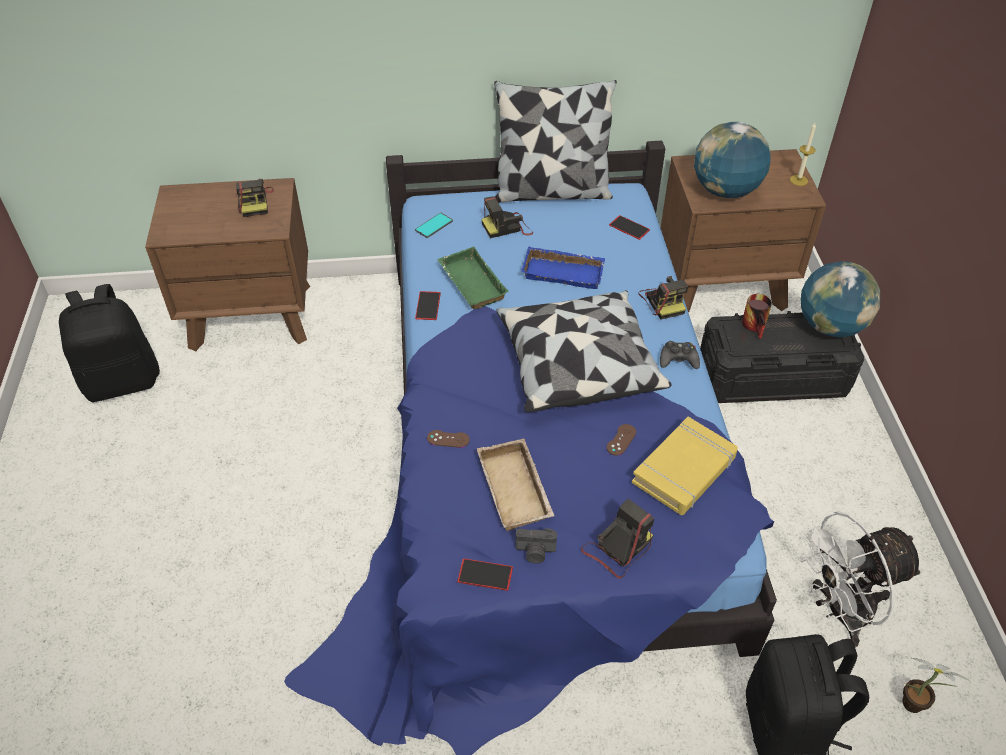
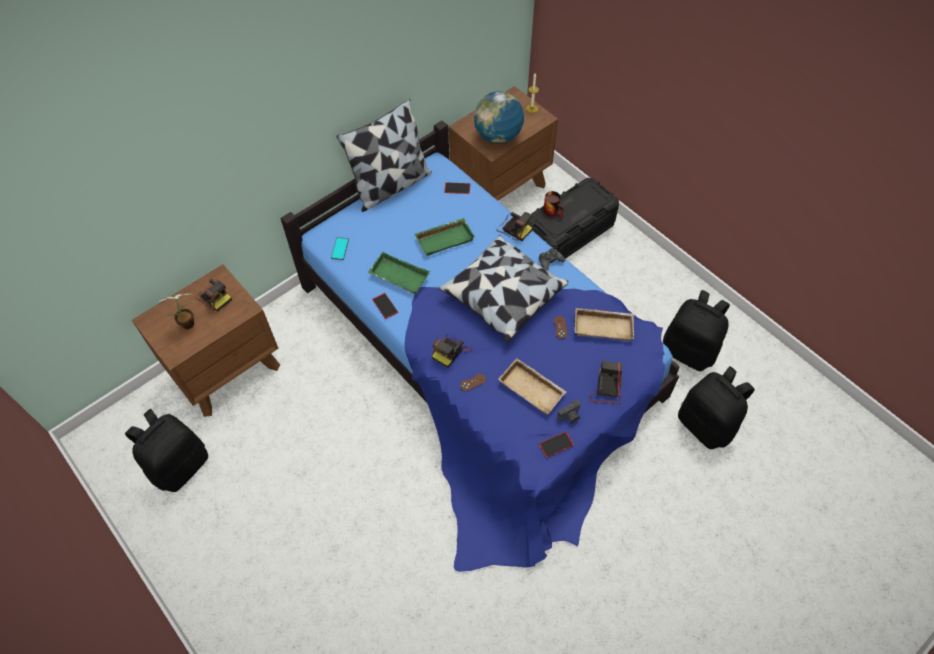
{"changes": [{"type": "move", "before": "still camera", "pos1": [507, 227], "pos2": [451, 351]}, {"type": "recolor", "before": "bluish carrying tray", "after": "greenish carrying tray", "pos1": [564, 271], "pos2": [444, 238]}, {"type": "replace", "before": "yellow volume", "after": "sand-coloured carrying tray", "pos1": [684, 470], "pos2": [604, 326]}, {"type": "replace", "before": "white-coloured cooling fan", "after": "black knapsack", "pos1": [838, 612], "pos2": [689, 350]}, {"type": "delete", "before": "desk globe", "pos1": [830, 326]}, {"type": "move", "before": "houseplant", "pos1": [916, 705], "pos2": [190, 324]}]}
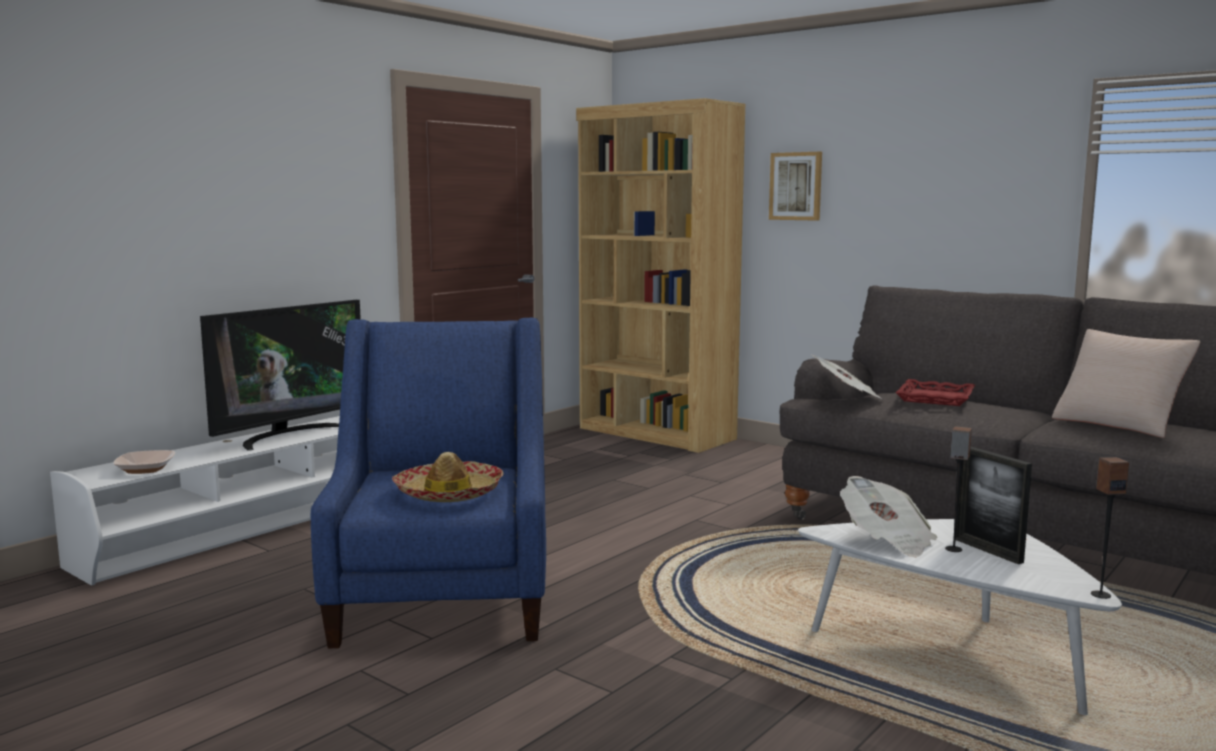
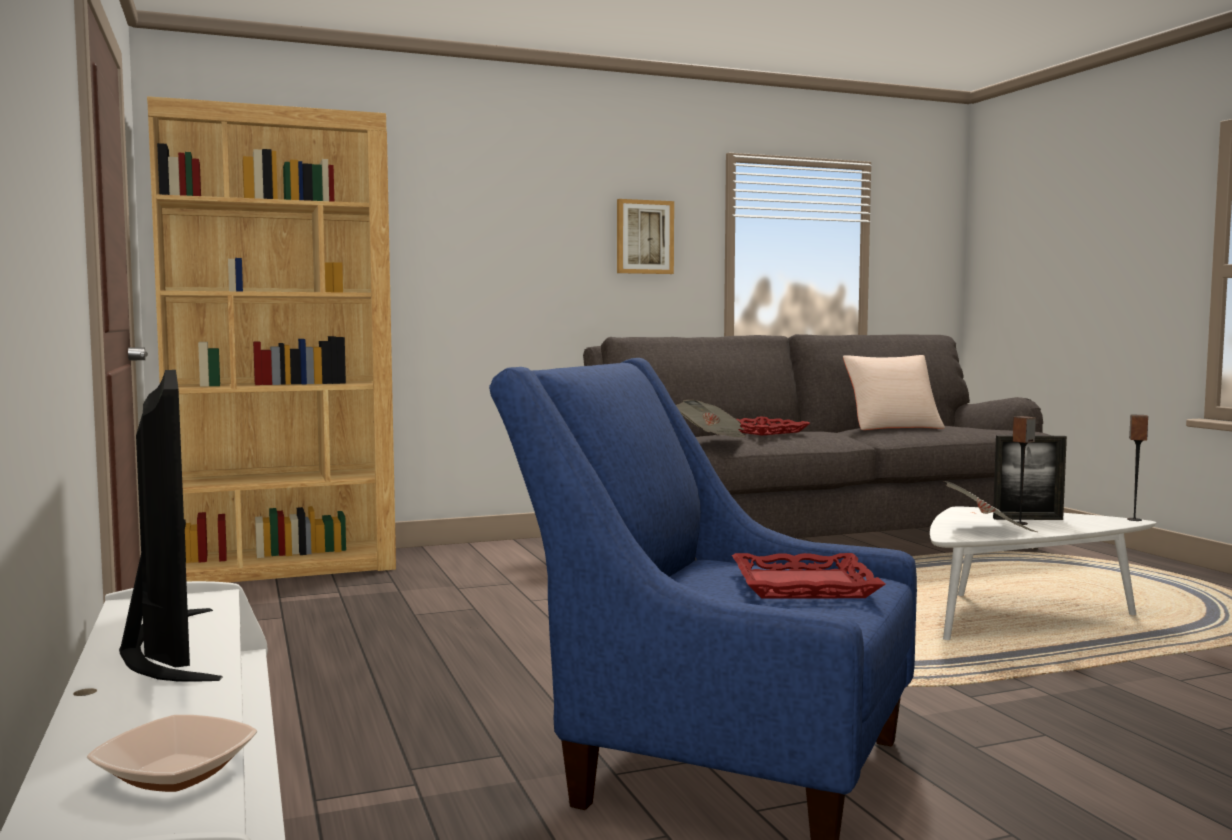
{"changes": [{"type": "replace", "before": "hat", "after": "red carrying tray", "pos1": [449, 493], "pos2": [804, 586]}, {"type": "move", "before": "picture", "pos1": [796, 186], "pos2": [644, 237]}]}
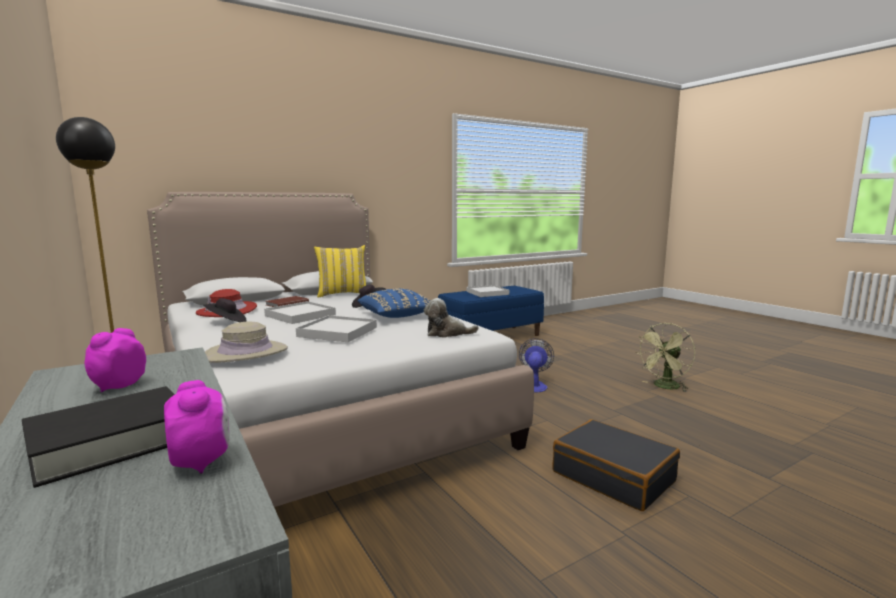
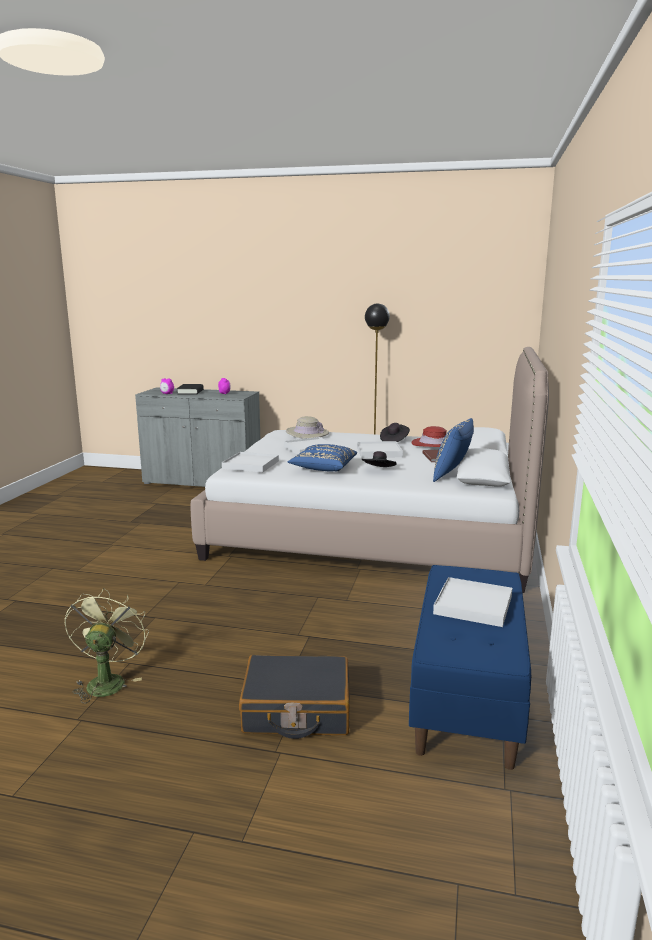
{"changes": [{"type": "recolor", "before": "yellow pillow", "after": "bluish pillow", "pos1": [342, 294], "pos2": [452, 476]}, {"type": "replace", "before": "plush toy", "after": "white-coloured carrying tray", "pos1": [447, 333], "pos2": [250, 465]}, {"type": "delete", "before": "cooling fan", "pos1": [534, 385]}, {"type": "move", "before": "black travel case", "pos1": [613, 476], "pos2": [296, 710]}]}
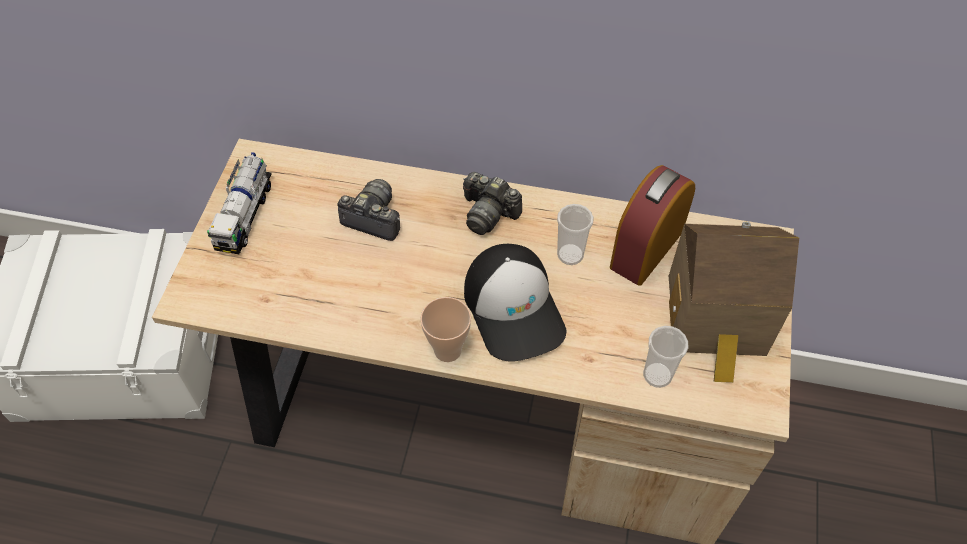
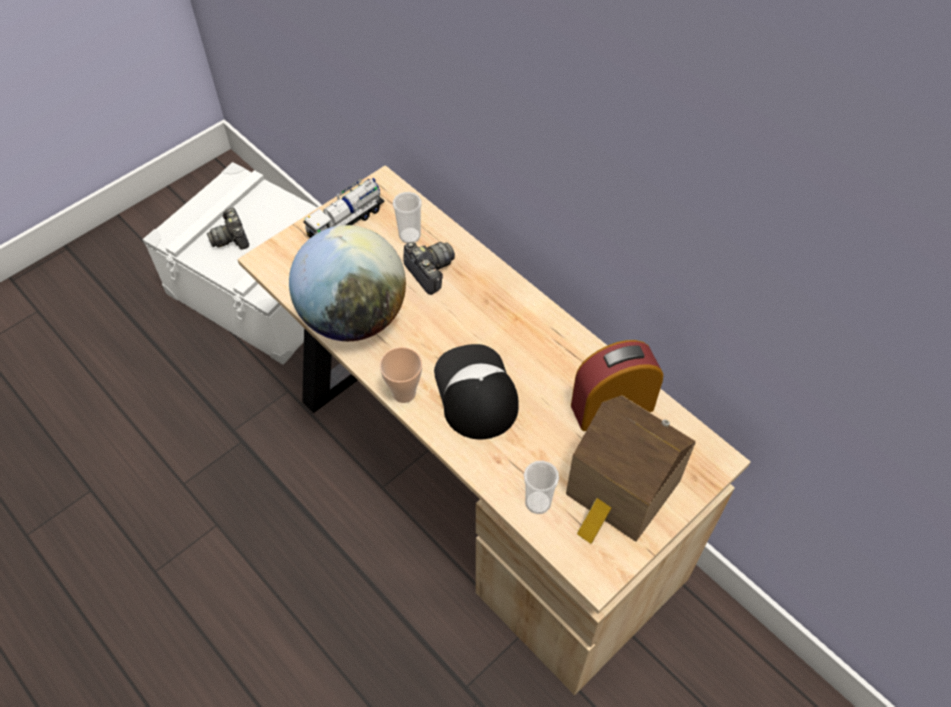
{"changes": [{"type": "move", "before": "still camera", "pos1": [488, 213], "pos2": [231, 238]}, {"type": "rotate", "before": "peaked cap", "pos1": [514, 308], "pos2": [475, 392], "turn": 150}, {"type": "move", "before": "small cup", "pos1": [570, 254], "pos2": [410, 236]}, {"type": "insert", "after": "desk globe", "pos2": [353, 317]}]}
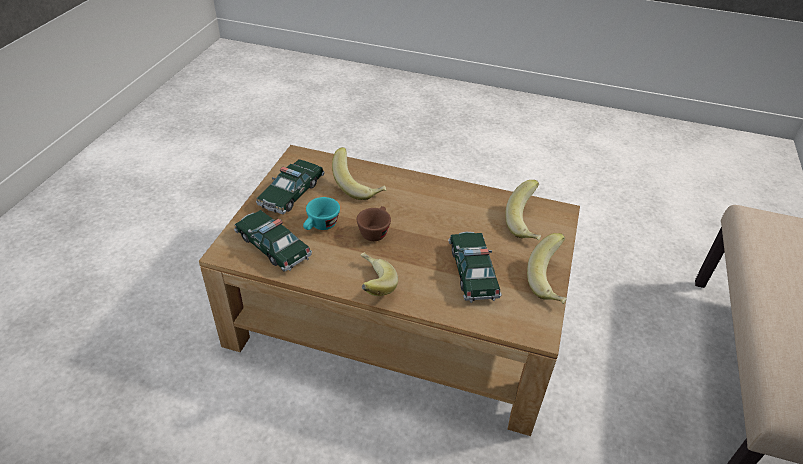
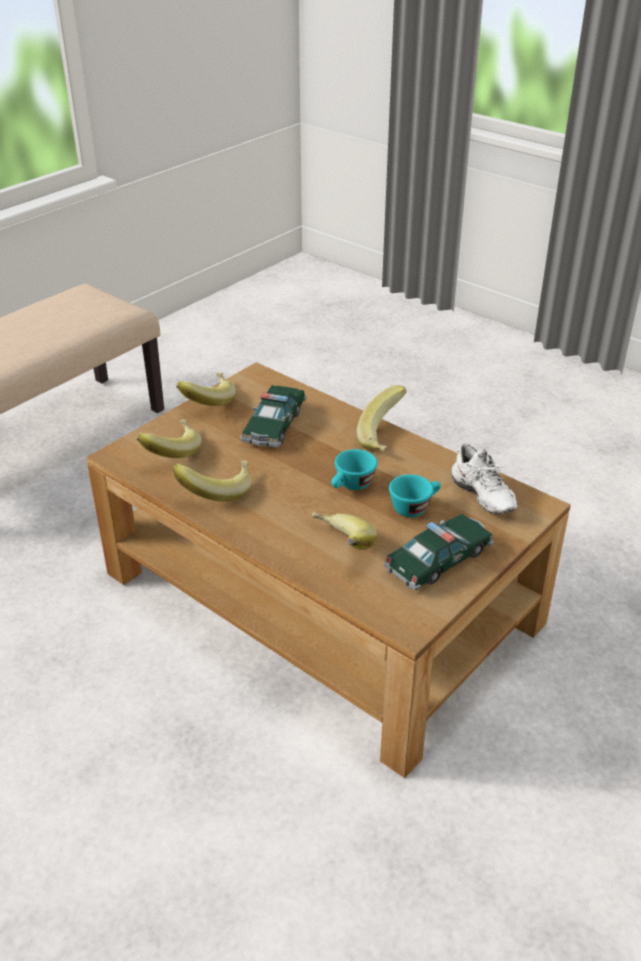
{"changes": [{"type": "replace", "before": "model car", "after": "white-coloured low shoe", "pos1": [273, 246], "pos2": [480, 497]}, {"type": "recolor", "before": "brownish small cup", "after": "blue-green small cup", "pos1": [375, 231], "pos2": [351, 486]}, {"type": "insert", "after": "whole banana", "pos2": [217, 490]}]}
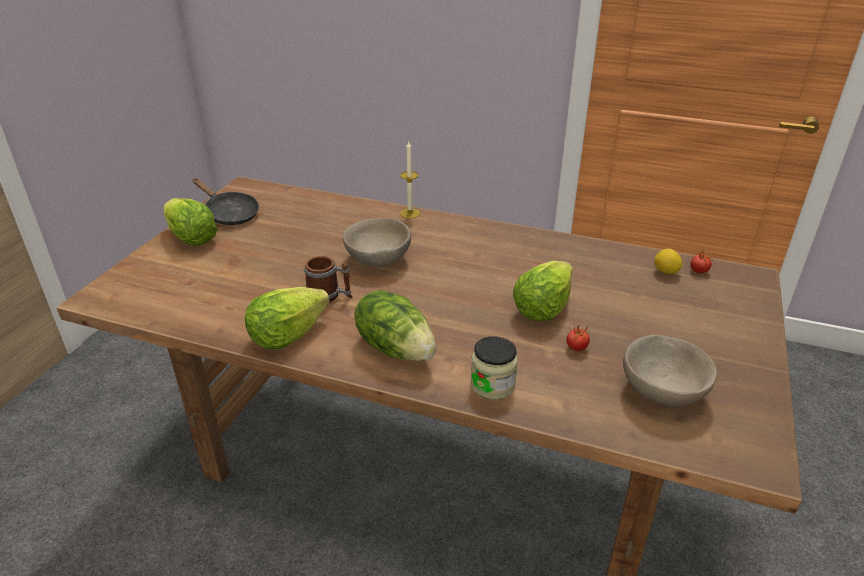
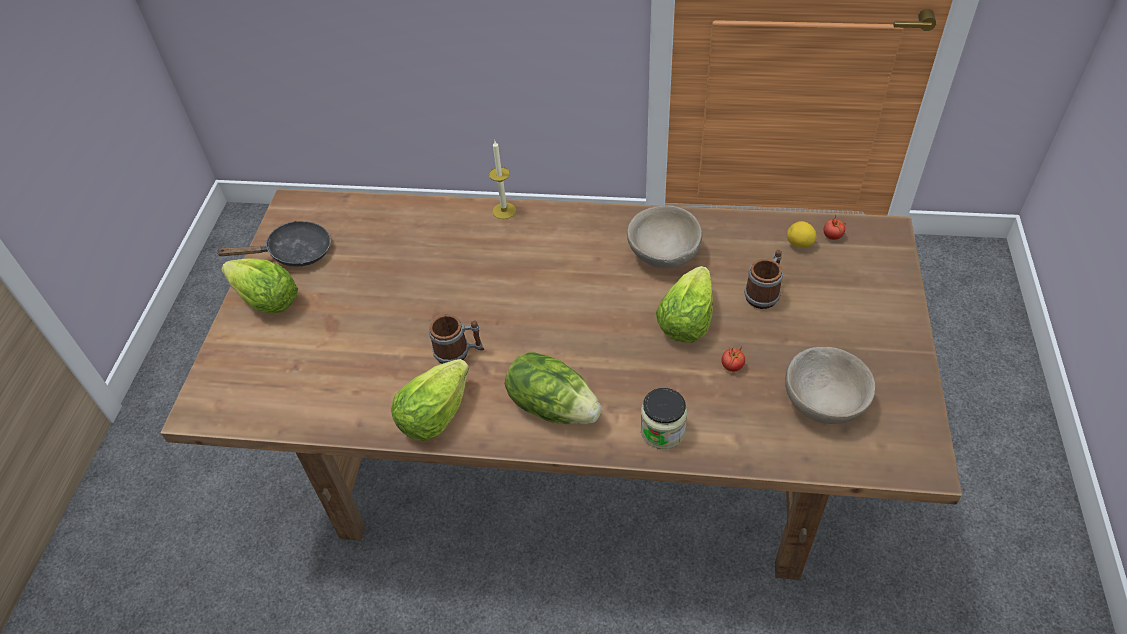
{"changes": [{"type": "rotate", "before": "black skillet", "pos1": [229, 214], "pos2": [293, 253], "turn": -45}, {"type": "move", "before": "sand-coloured serving bowl", "pos1": [377, 259], "pos2": [662, 254]}, {"type": "insert", "after": "mug", "pos2": [764, 293]}]}
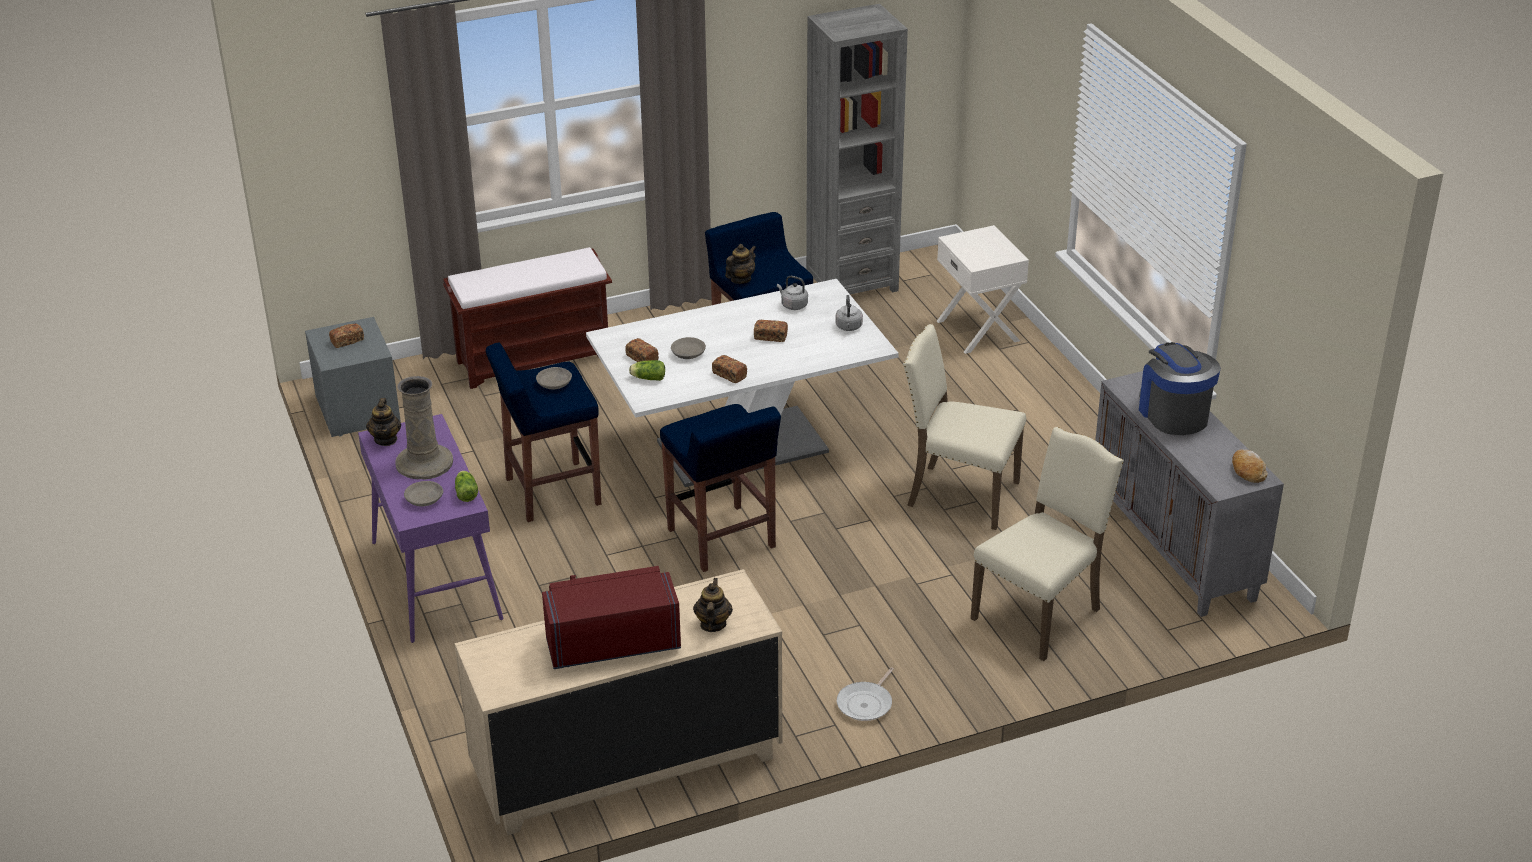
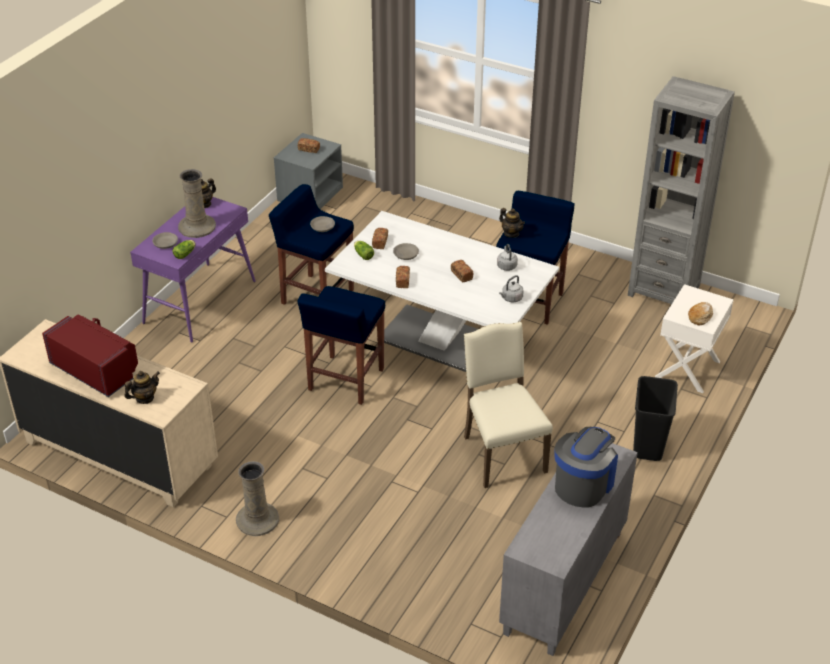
{"changes": [{"type": "delete", "before": "brownish long seat", "pos1": [535, 359]}, {"type": "rotate", "before": "teapot", "pos1": [740, 279], "pos2": [511, 233], "turn": 45}, {"type": "replace", "before": "skillet", "after": "sand-coloured vase", "pos1": [866, 703], "pos2": [258, 520]}, {"type": "delete", "before": "sand-coloured plain chair", "pos1": [1040, 614]}, {"type": "move", "before": "baked bread", "pos1": [1247, 471], "pos2": [700, 316]}, {"type": "insert", "after": "black rubbish bin", "pos2": [647, 446]}]}
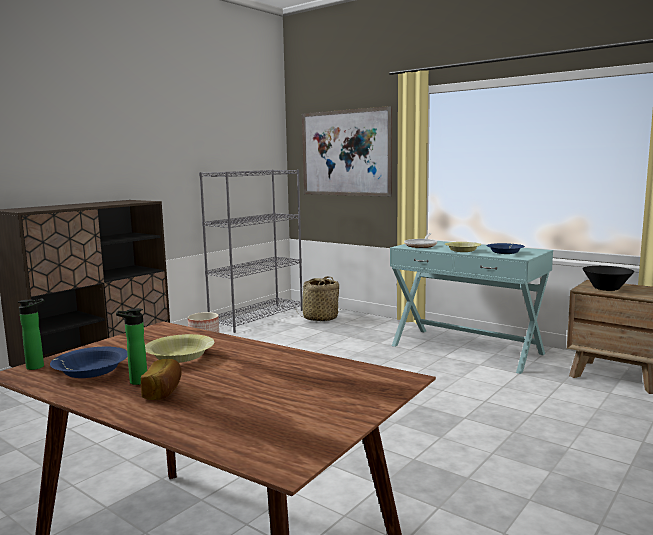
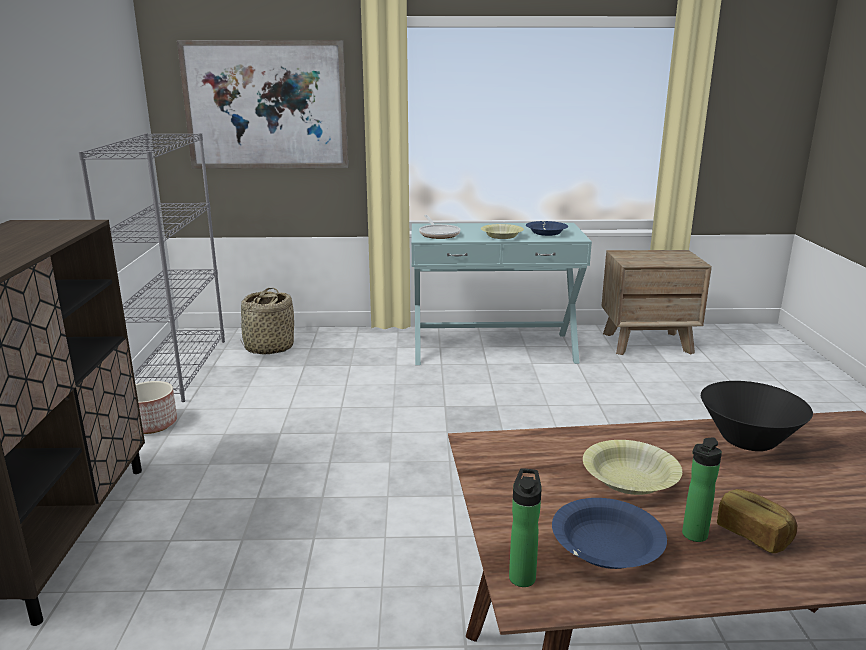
{"changes": [{"type": "move", "before": "black serving bowl", "pos1": [606, 289], "pos2": [748, 440]}]}
